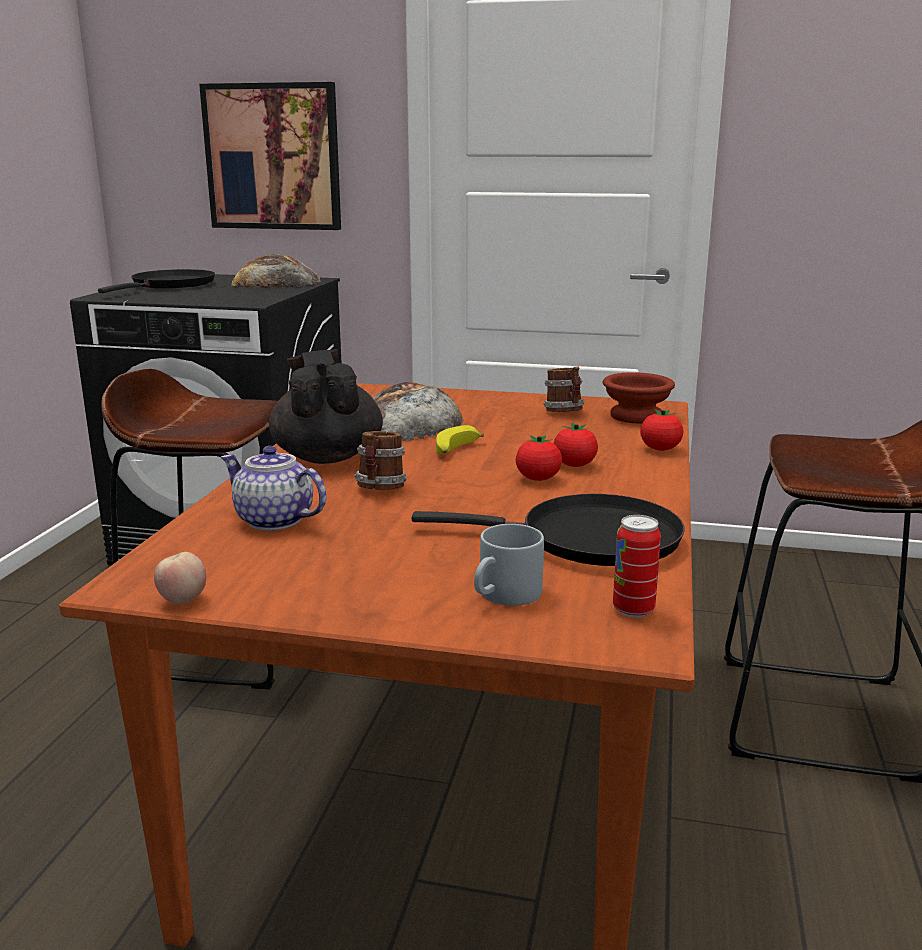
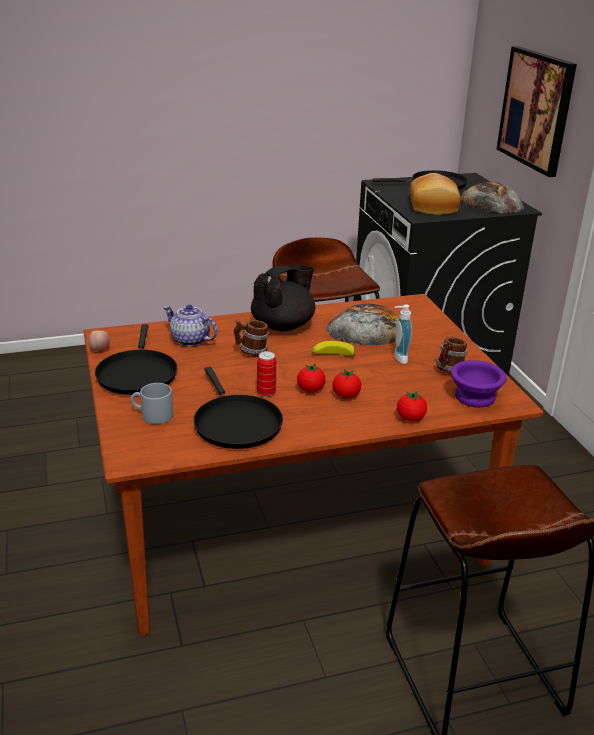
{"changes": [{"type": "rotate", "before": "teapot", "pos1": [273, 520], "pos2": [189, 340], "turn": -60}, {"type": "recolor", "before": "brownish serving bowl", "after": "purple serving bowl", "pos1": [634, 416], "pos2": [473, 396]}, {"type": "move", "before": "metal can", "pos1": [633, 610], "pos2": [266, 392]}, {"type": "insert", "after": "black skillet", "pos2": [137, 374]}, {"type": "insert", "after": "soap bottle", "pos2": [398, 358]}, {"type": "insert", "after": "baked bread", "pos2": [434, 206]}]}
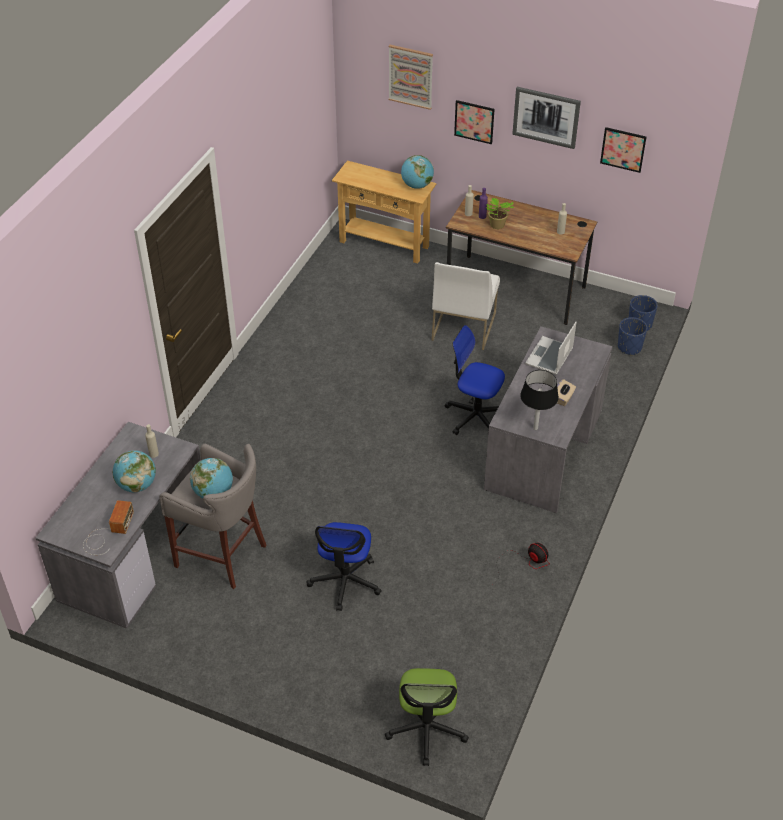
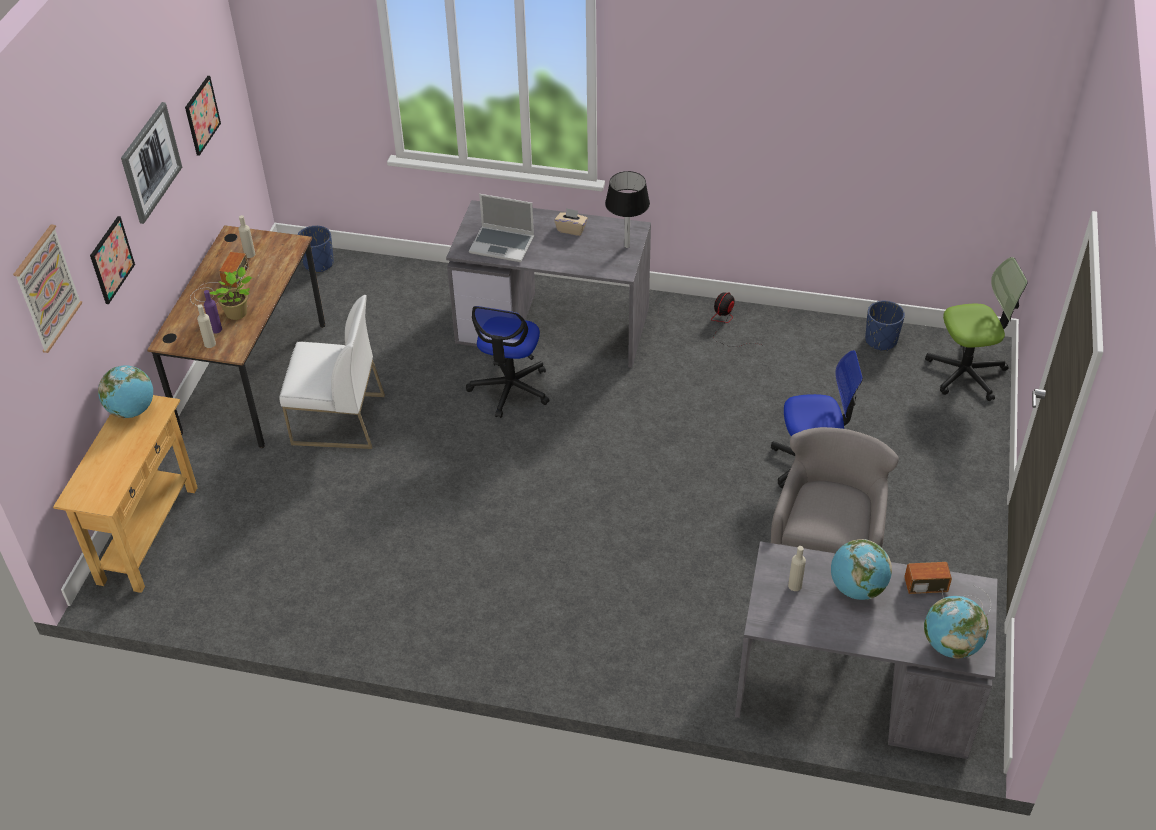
{"changes": [{"type": "move", "before": "desk globe", "pos1": [213, 493], "pos2": [950, 645]}, {"type": "move", "before": "bluish plant pot", "pos1": [629, 347], "pos2": [881, 340]}, {"type": "insert", "after": "radio receiver", "pos2": [218, 287]}]}
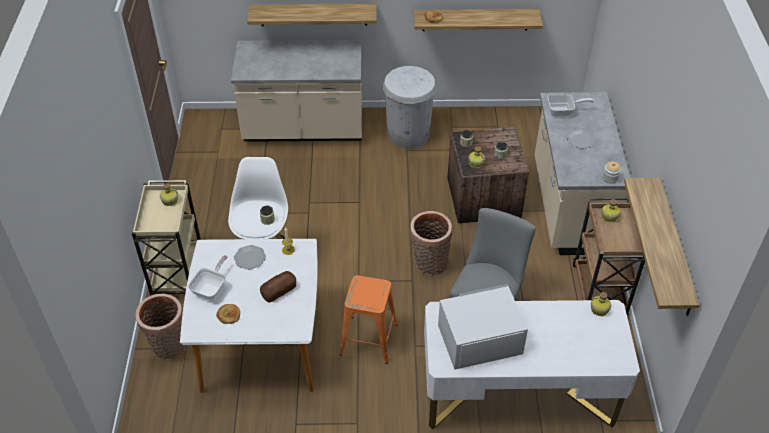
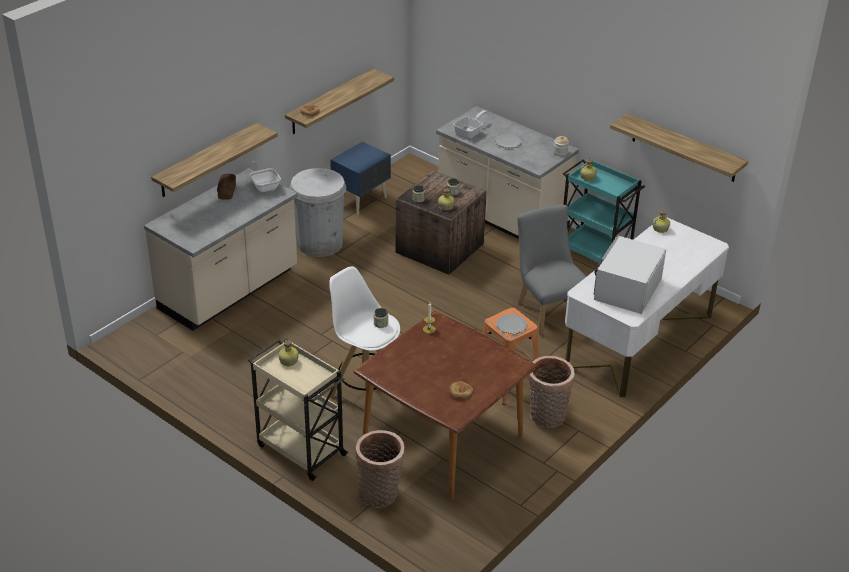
{"changes": [{"type": "recolor", "before": "white-coloured dinner table", "after": "brownish dinner table", "pos1": [261, 344], "pos2": [442, 440]}, {"type": "move", "before": "skillet", "pos1": [211, 288], "pos2": [265, 186]}, {"type": "move", "before": "plate", "pos1": [250, 258], "pos2": [511, 325]}, {"type": "move", "before": "baked bread", "pos1": [279, 291], "pos2": [227, 192]}, {"type": "move", "before": "storage basket", "pos1": [429, 264], "pos2": [546, 418]}, {"type": "recolor", "before": "brownish trolley", "after": "blue-green trolley", "pos1": [599, 292], "pos2": [594, 253]}, {"type": "insert", "after": "bluish night table", "pos2": [362, 200]}]}
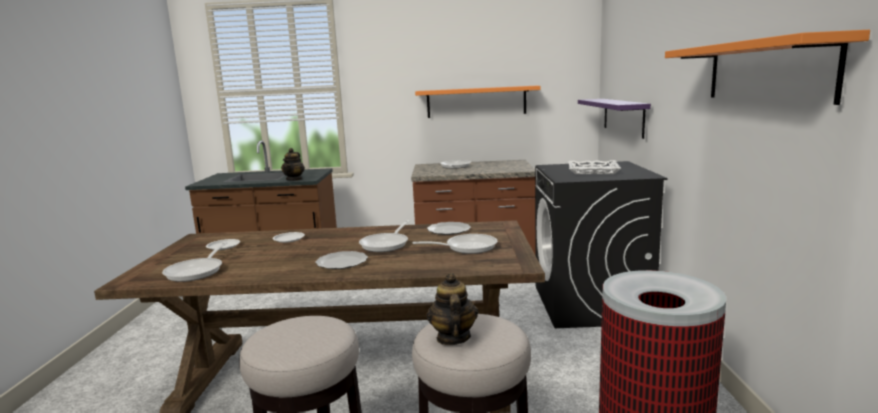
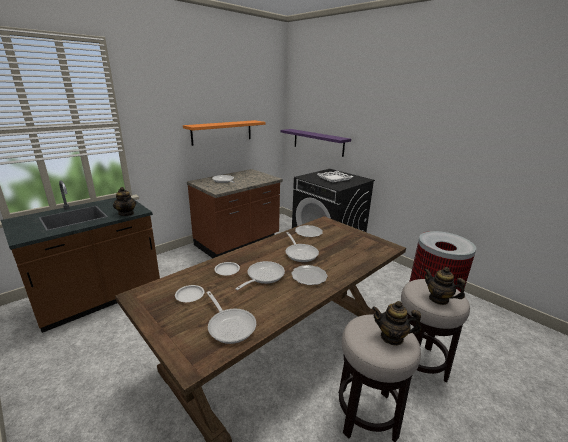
{"changes": [{"type": "move", "before": "skillet", "pos1": [466, 247], "pos2": [263, 276]}, {"type": "delete", "before": "orangey shelf", "pos1": [766, 71]}, {"type": "insert", "after": "teapot", "pos2": [392, 337]}]}
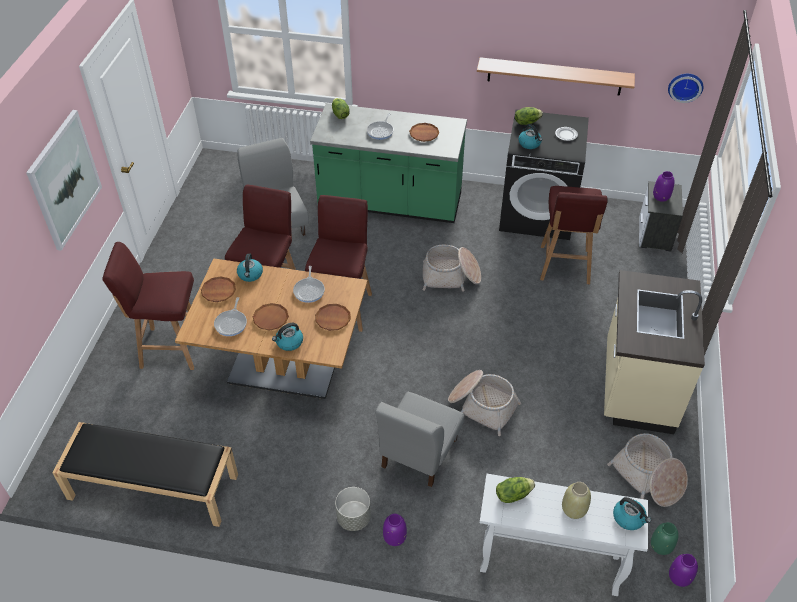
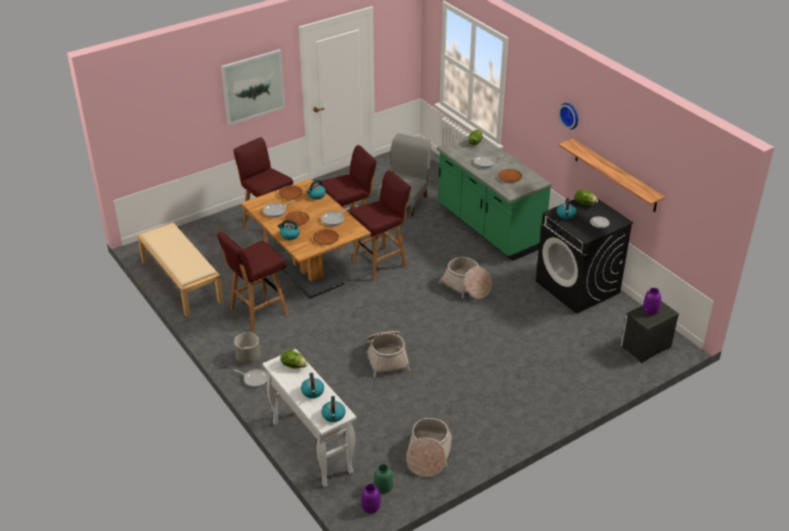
{"changes": [{"type": "recolor", "before": "black long seat", "after": "sand-coloured long seat", "pos1": [152, 487], "pos2": [181, 281]}, {"type": "delete", "before": "gray plain chair", "pos1": [418, 453]}, {"type": "replace", "before": "purple vase", "after": "skillet", "pos1": [394, 537], "pos2": [255, 379]}, {"type": "move", "before": "red sitting stool", "pos1": [564, 266], "pos2": [257, 312]}, {"type": "replace", "before": "sand-coloured vase", "after": "water kettle", "pos1": [573, 509], "pos2": [313, 392]}, {"type": "delete", "before": "sand-coloured kitchen base unit", "pos1": [636, 387]}, {"type": "move", "before": "hanging clock", "pos1": [685, 86], "pos2": [570, 115]}]}
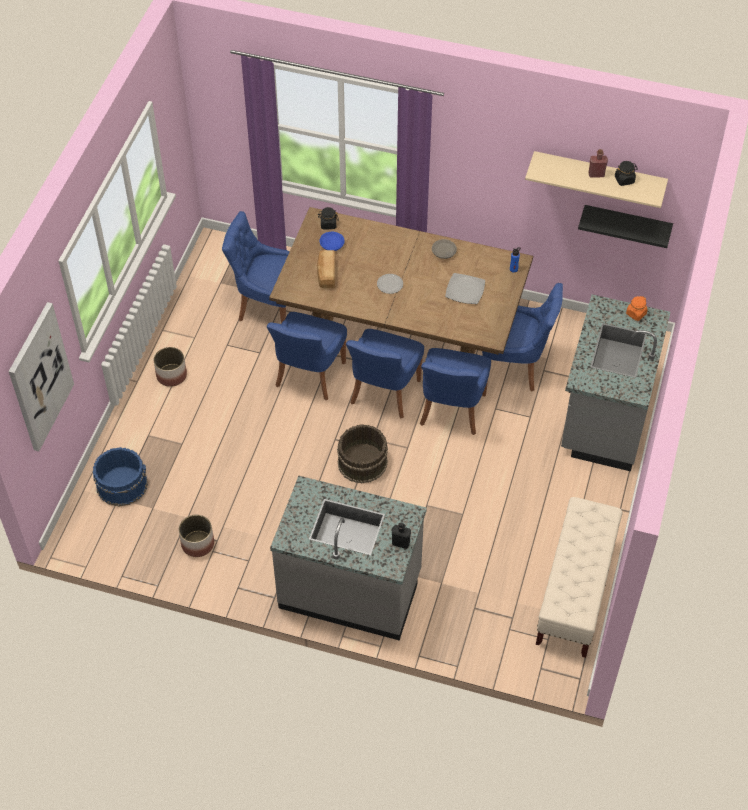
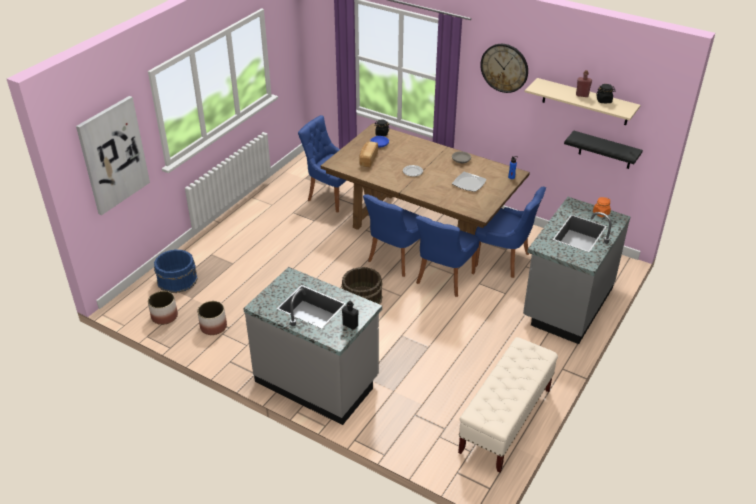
{"changes": [{"type": "move", "before": "plant pot", "pos1": [171, 375], "pos2": [164, 316]}, {"type": "delete", "before": "bluish plain chair", "pos1": [308, 376]}, {"type": "insert", "after": "hanging clock", "pos2": [504, 68]}]}
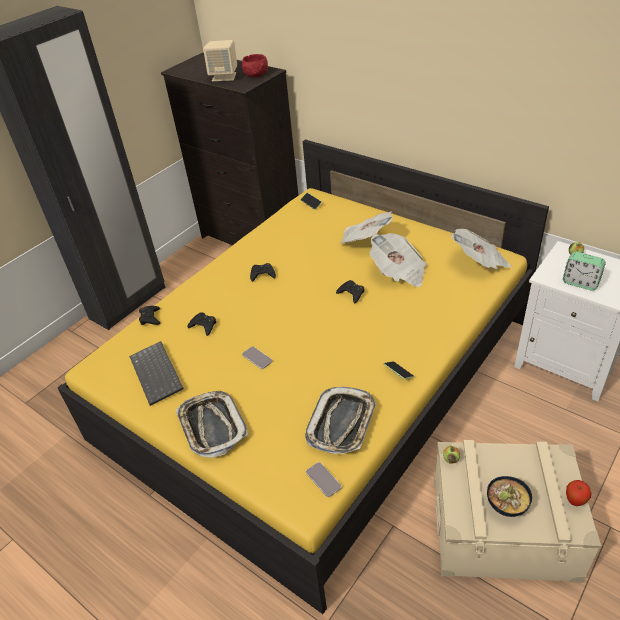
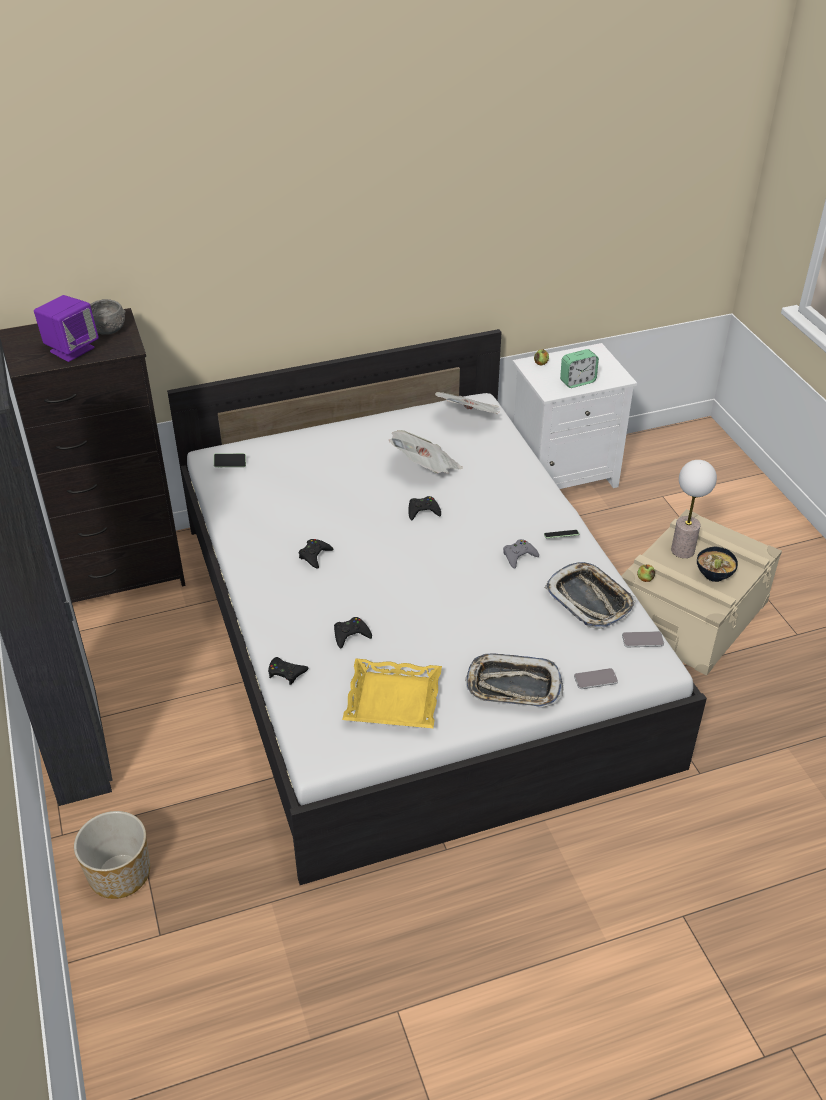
{"changes": [{"type": "recolor", "before": "yellow bedroom bed", "after": "white-coloured bedroom bed", "pos1": [317, 377], "pos2": [412, 638]}, {"type": "replace", "before": "computer keyboard", "after": "yellow carrying tray", "pos1": [158, 374], "pos2": [393, 699]}, {"type": "recolor", "before": "sand-coloured loudspeaker", "after": "purple loudspeaker", "pos1": [224, 77], "pos2": [72, 349]}, {"type": "recolor", "before": "red serving bowl", "after": "gray serving bowl", "pos1": [256, 74], "pos2": [107, 329]}, {"type": "move", "before": "handset", "pos1": [257, 358], "pos2": [595, 679]}, {"type": "delete", "before": "printed paper", "pos1": [365, 240]}, {"type": "delete", "before": "apple fruit", "pos1": [575, 501]}, {"type": "insert", "after": "plant pot", "pos2": [119, 873]}, {"type": "insert", "after": "gray gamepad", "pos2": [519, 556]}, {"type": "insert", "after": "table lamp", "pos2": [683, 550]}]}
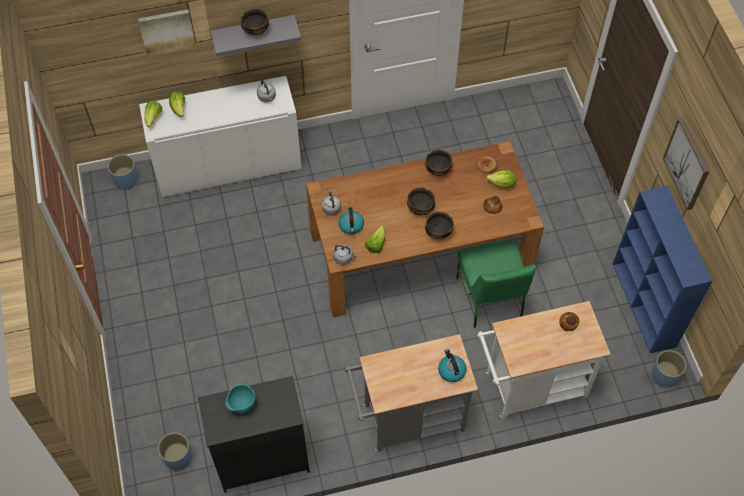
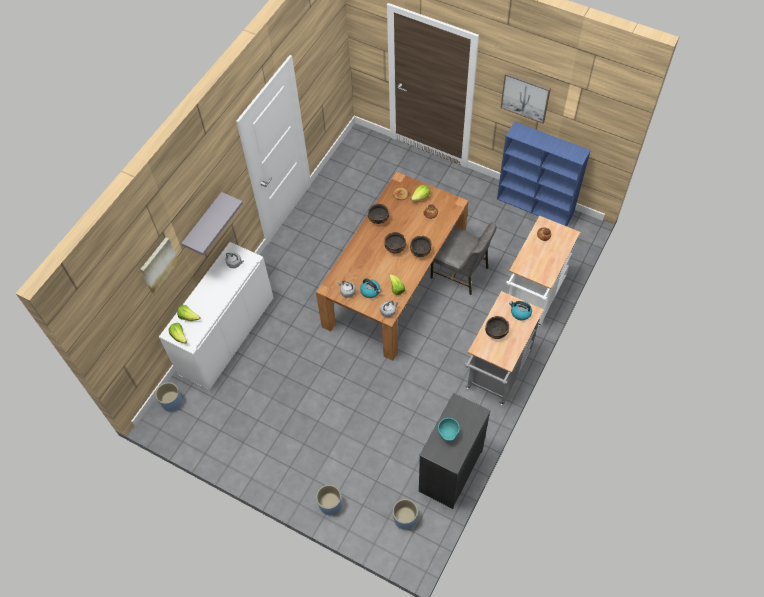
{"changes": [{"type": "move", "before": "serving bowl", "pos1": [256, 30], "pos2": [496, 332]}, {"type": "recolor", "before": "greenish plain chair", "after": "gray plain chair", "pos1": [490, 299], "pos2": [460, 272]}, {"type": "move", "before": "bluish plant pot", "pos1": [664, 376], "pos2": [330, 504]}]}
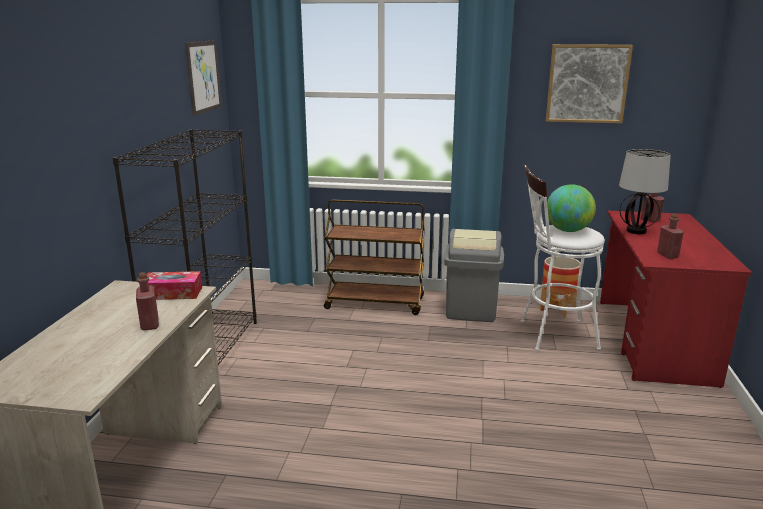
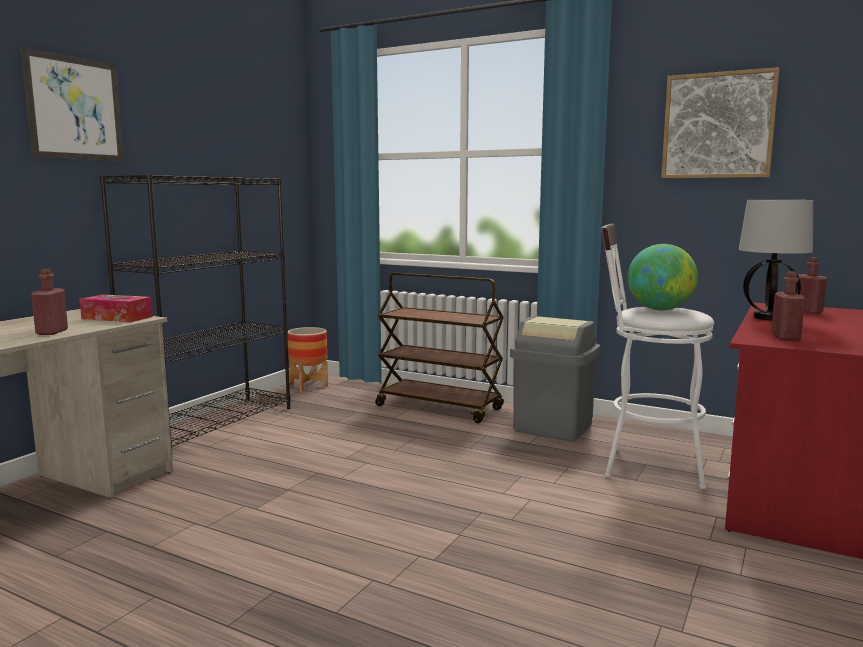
{"changes": [{"type": "move", "before": "picture", "pos1": [203, 76], "pos2": [74, 108]}, {"type": "move", "before": "plant pot", "pos1": [557, 309], "pos2": [308, 385]}]}
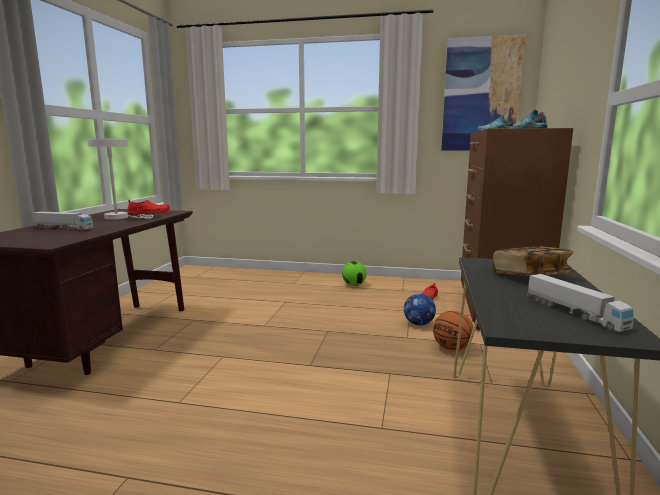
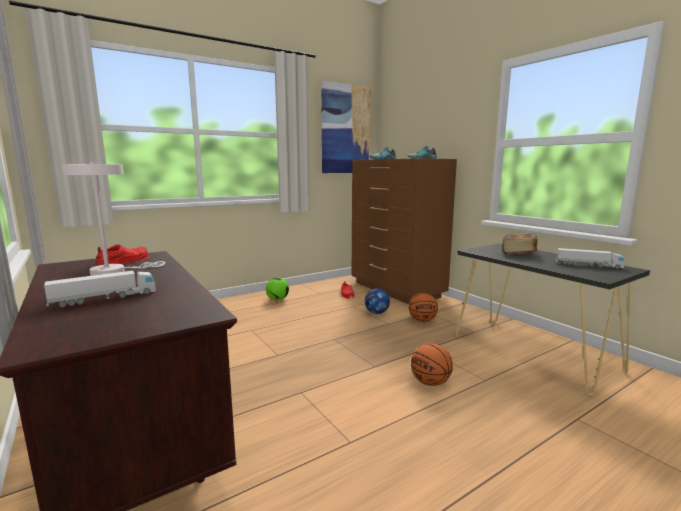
{"changes": [{"type": "insert", "after": "basketball", "pos2": [430, 382]}]}
